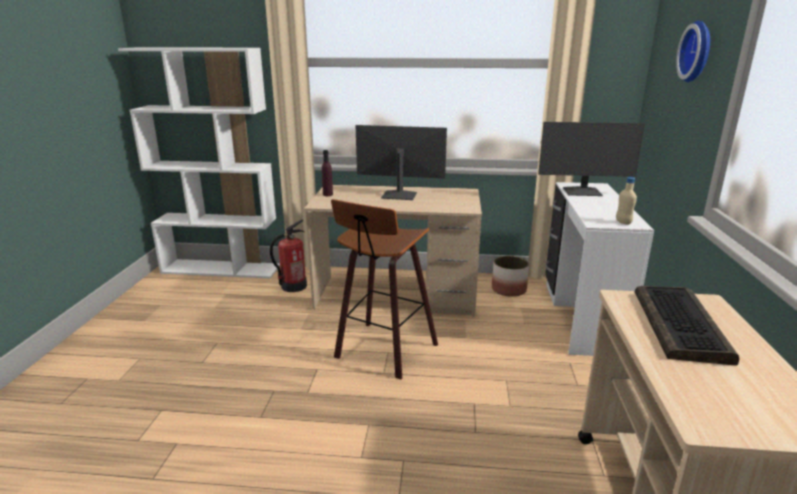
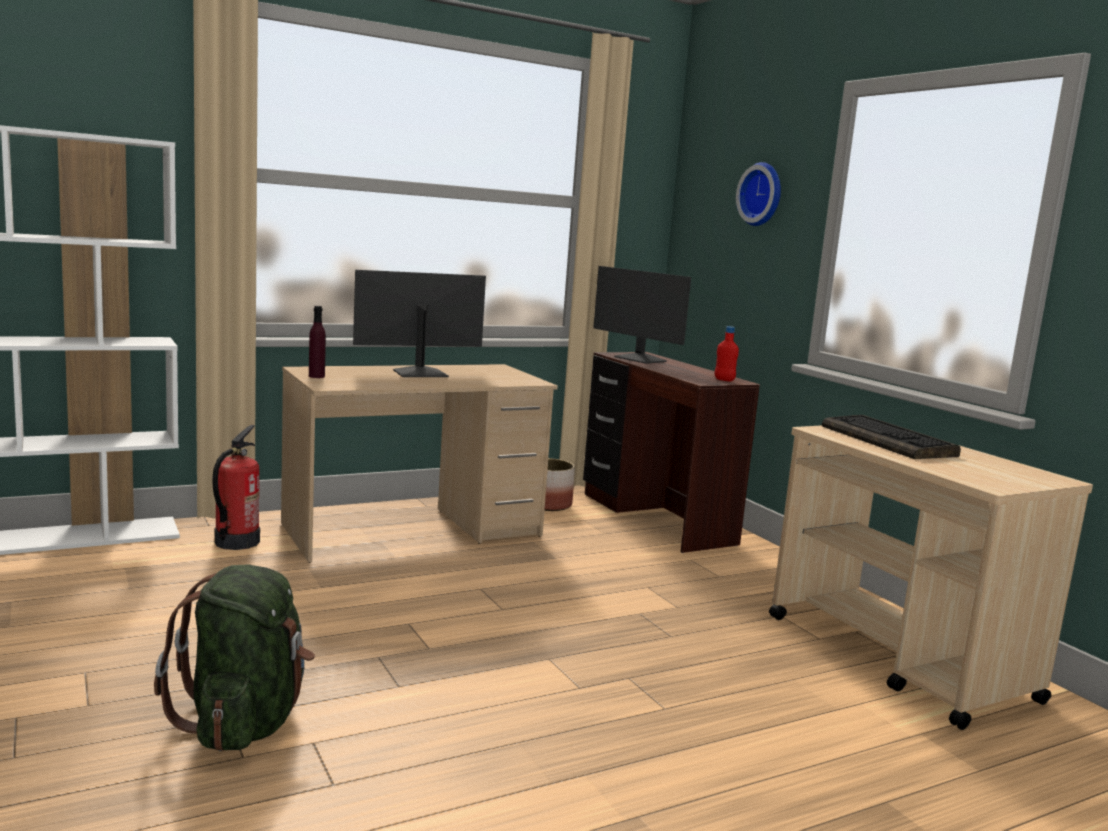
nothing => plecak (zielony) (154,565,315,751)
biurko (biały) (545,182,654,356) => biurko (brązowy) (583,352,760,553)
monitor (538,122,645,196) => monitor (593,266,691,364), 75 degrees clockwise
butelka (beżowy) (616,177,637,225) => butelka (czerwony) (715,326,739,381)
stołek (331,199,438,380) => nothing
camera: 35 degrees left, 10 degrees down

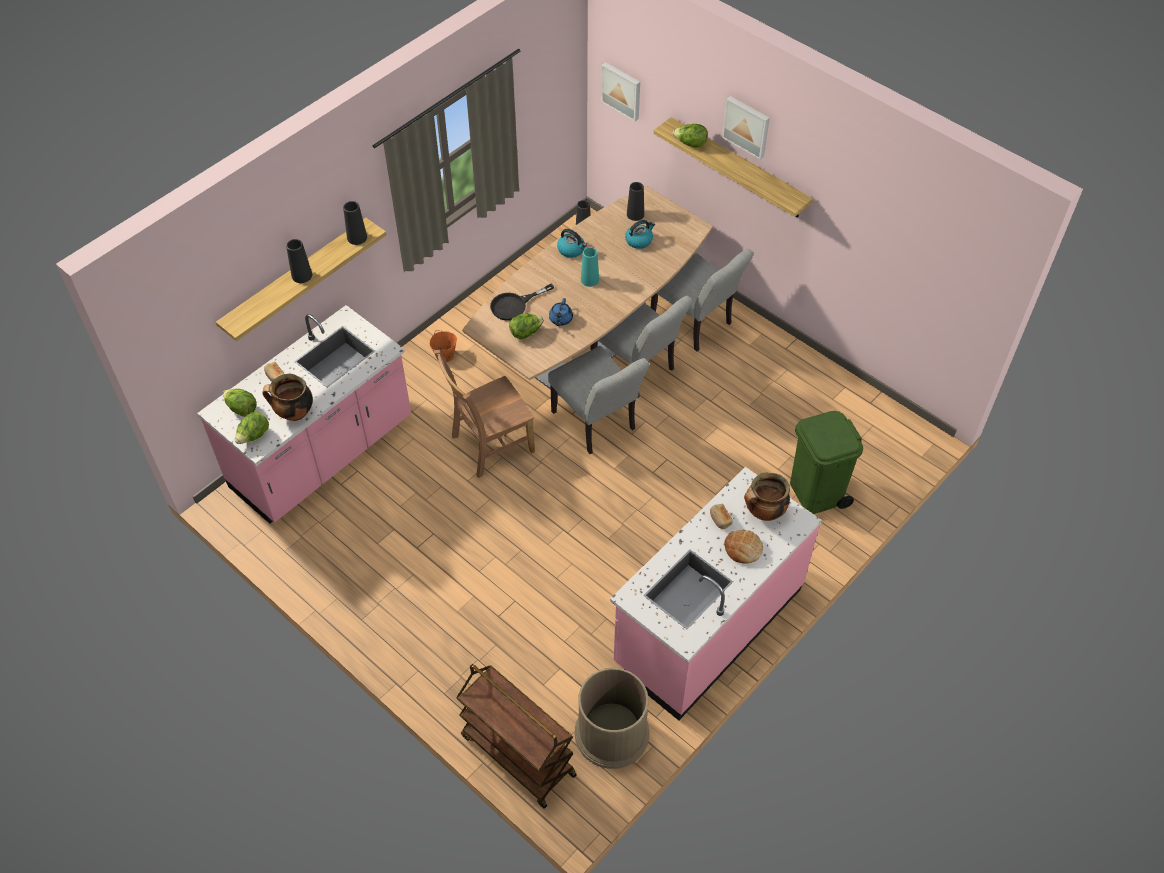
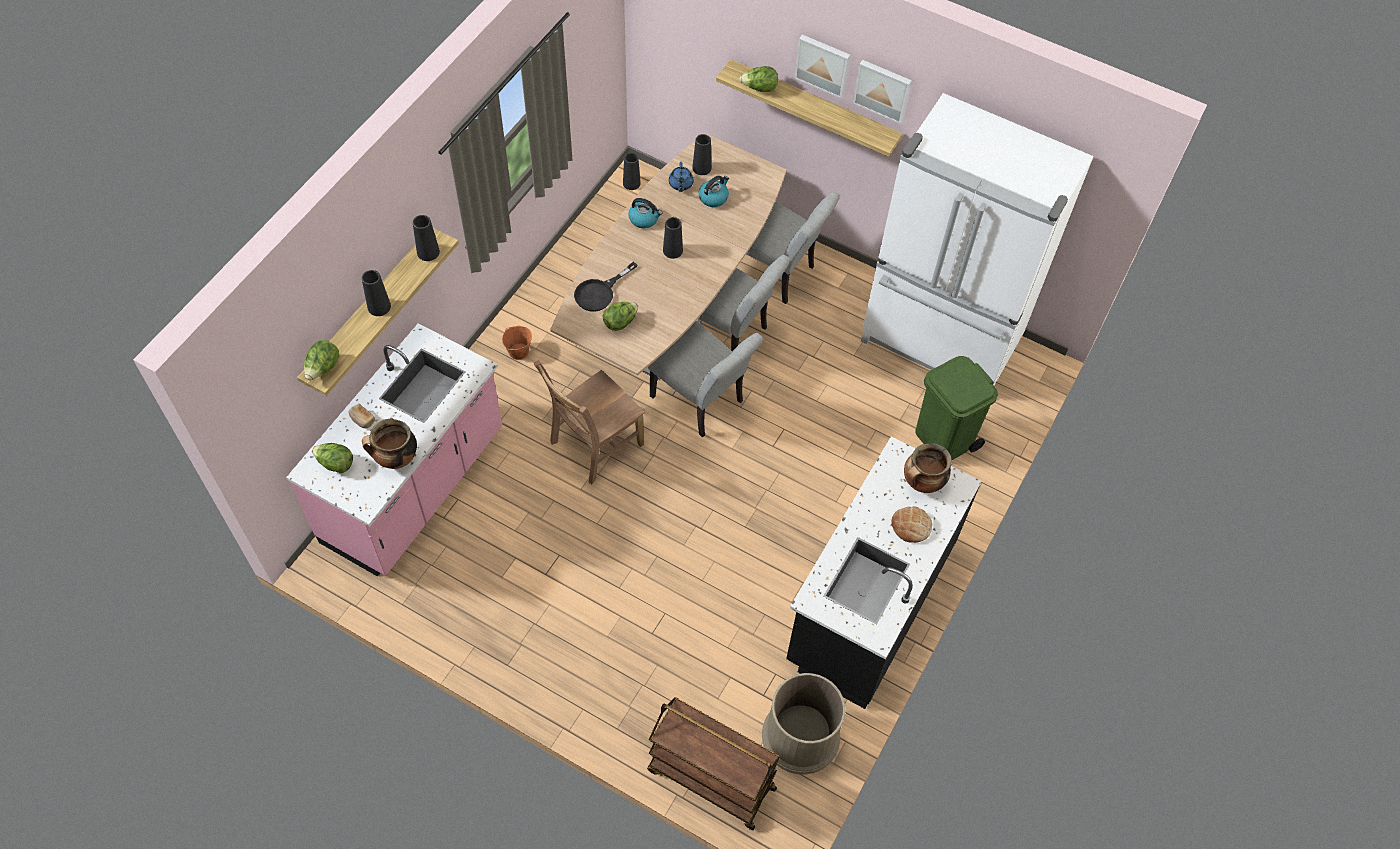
sałata (235,412,269,444) => sałata (304,340,339,380), shifted
wazon (turkusowy) (581,247,599,287) => wazon (czarny) (663,217,683,259)
imbryk (niebieski) (549,298,573,326) => imbryk (niebieski) (669,162,694,192), shifted
zabudowa kuchenna (różowy) (610,467,822,720) => zabudowa kuchenna (czarny) (786,436,982,709)
obraz (601,62,640,122) => obraz (853,60,912,124), shifted
nothing => lodówka (biały) (861,93,1094,385)
chleb (710,504,733,529) => nothing
camera: 15 degrees left, 5 degrees up

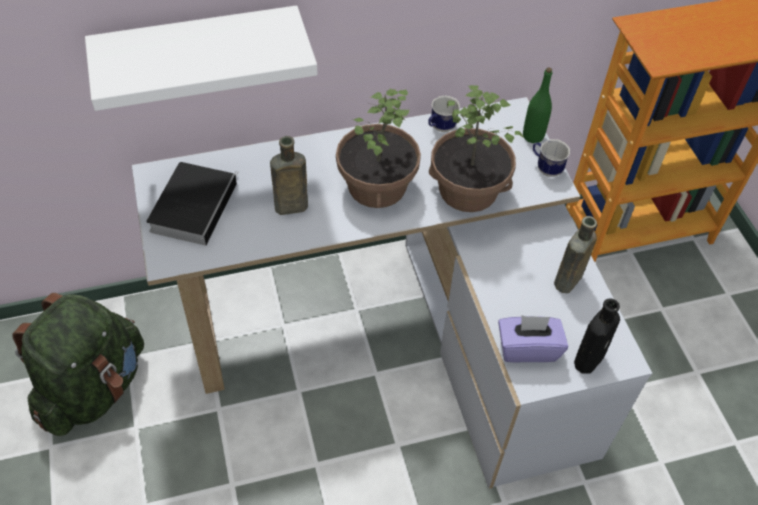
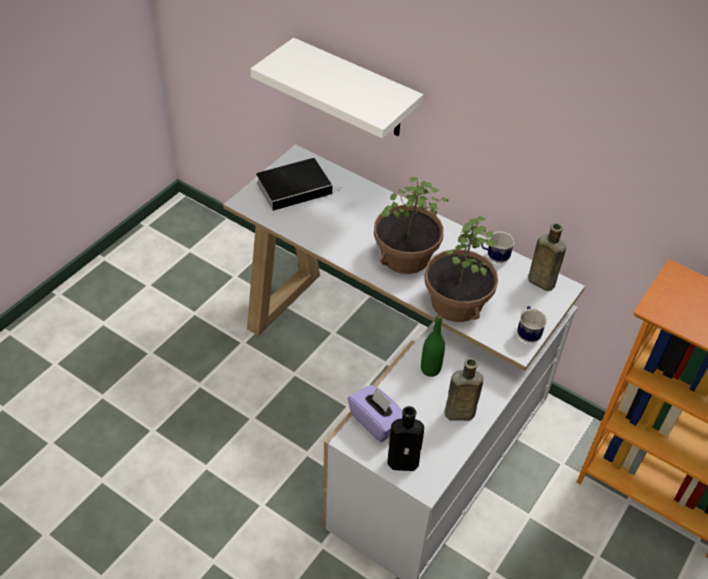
butelka (zielony) (523,68,552,143) => butelka (zielony) (421,315,445,377), shifted
butelka (brązowy) (270,136,308,215) => butelka (brązowy) (528,223,566,291), shifted
plecak (zielony) (12,293,144,436) => nothing
camera: 50 degrees right, 5 degrees down

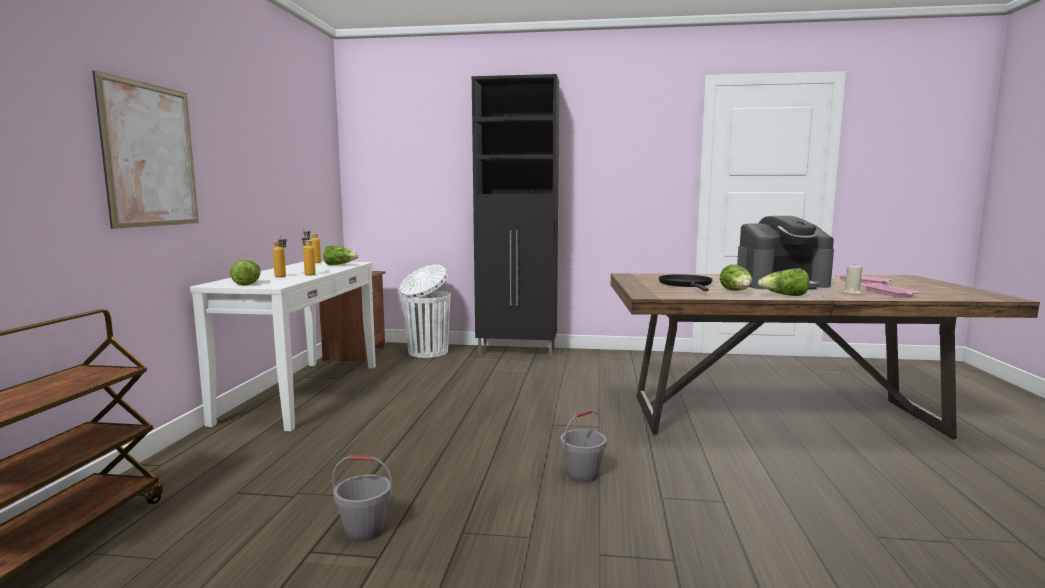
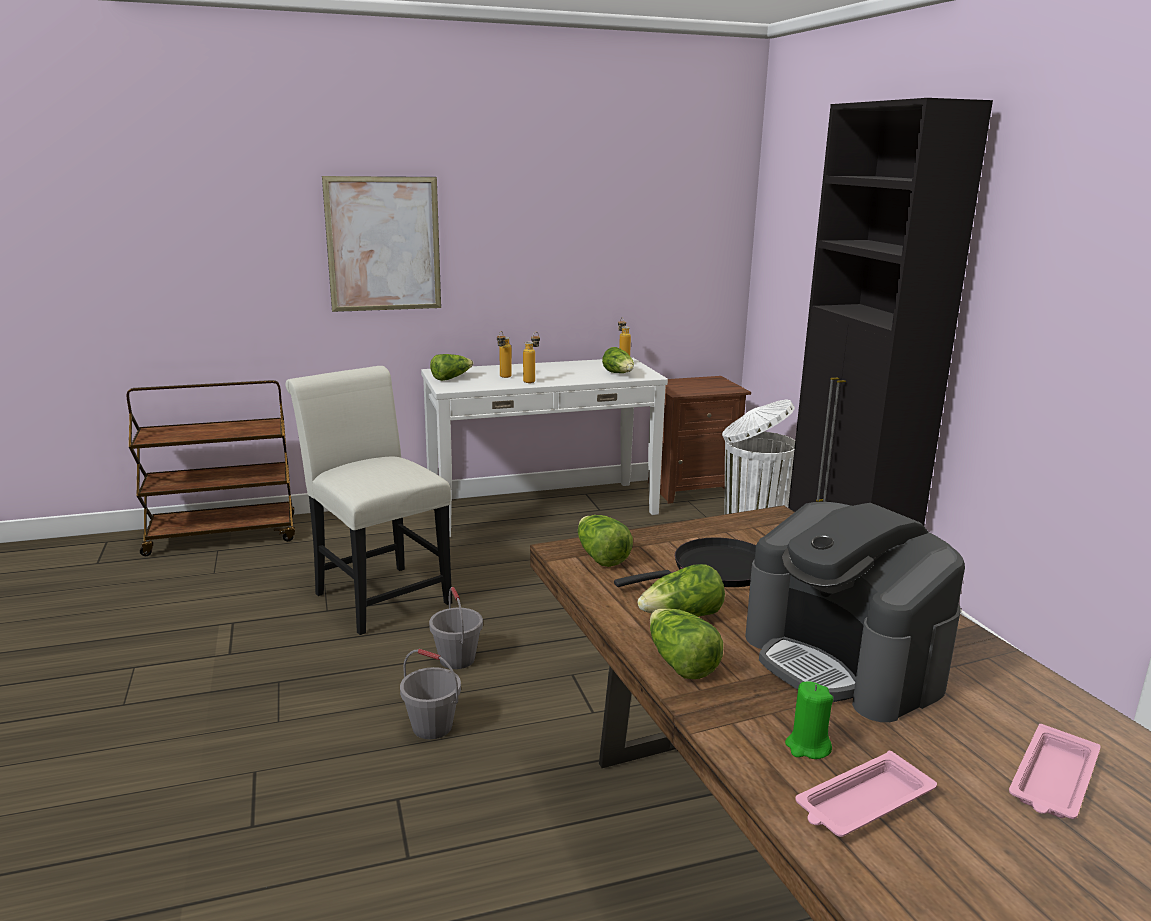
nothing => krzesło (biały) (286,366,452,635)
wiadro (szary) (332,455,393,542) => wiadro (szary) (429,587,483,669), shifted
nothing => sałata (578,515,633,567)
świeca (beżowy) (843,265,862,295) => świeca (zielony) (785,682,833,759)
camera: 65 degrees right, 10 degrees up

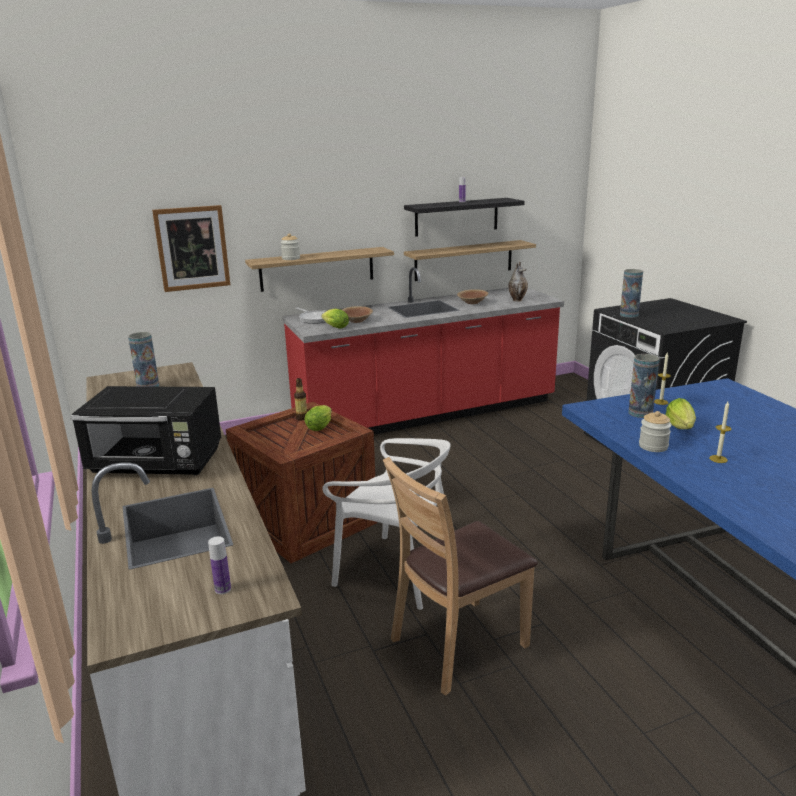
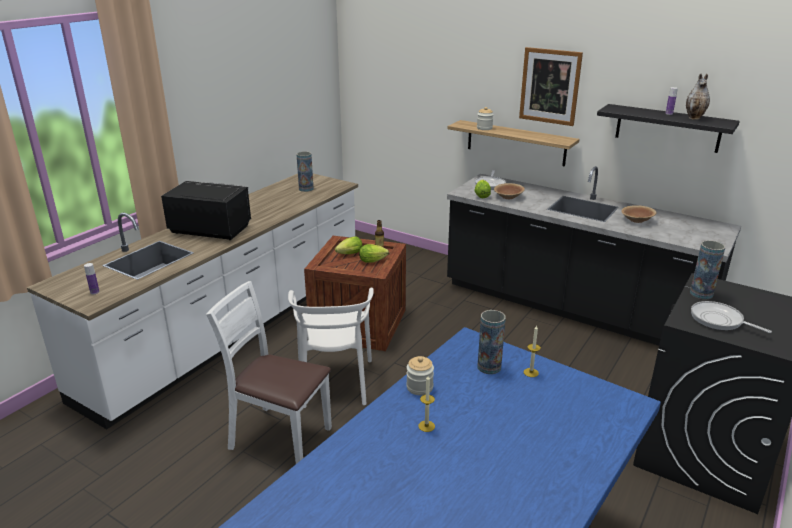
mikrofalówka (czarny) (70,386,221,475) => mikrofalówka (czarny) (161,181,251,240), 135 degrees clockwise
krzesło (brązowy) (383,457,538,696) => krzesło (biały) (206,281,332,464)
sałata (665,398,696,429) => sałata (335,236,362,254), shifted
zabudowa kuchenna (czerwony) (282,267,564,435) => zabudowa kuchenna (czarny) (447,166,741,346)
obraz (152,205,230,292) => obraz (519,47,583,126), shifted
wazon (509,262,528,302) => wazon (686,74,710,120), shifted
nothing => patelnia (691,301,772,333)
półka (404,240,536,281) => nothing
camera: 55 degrees right, 5 degrees up

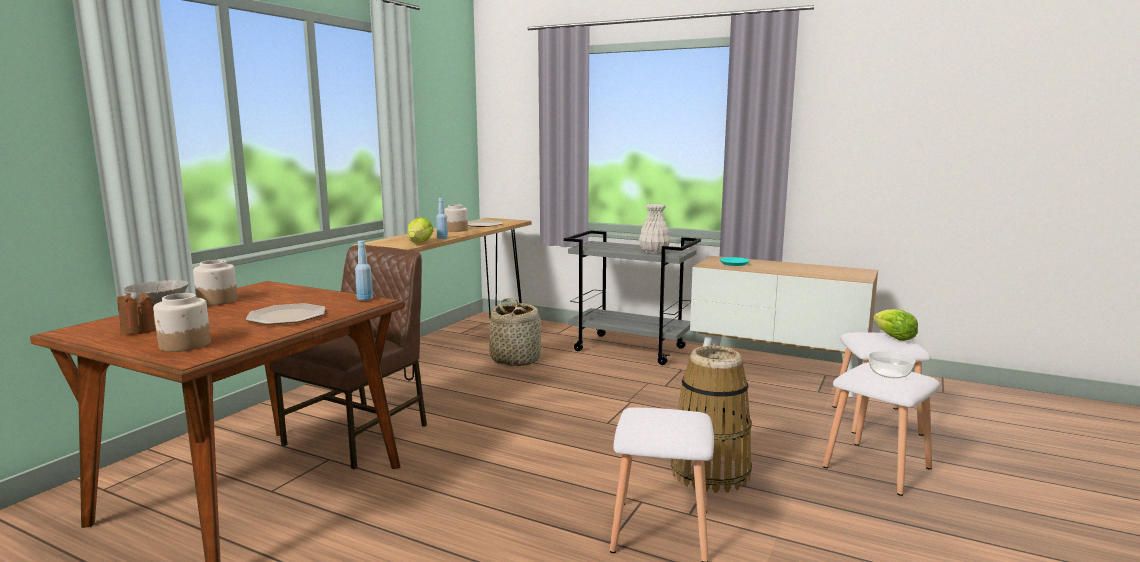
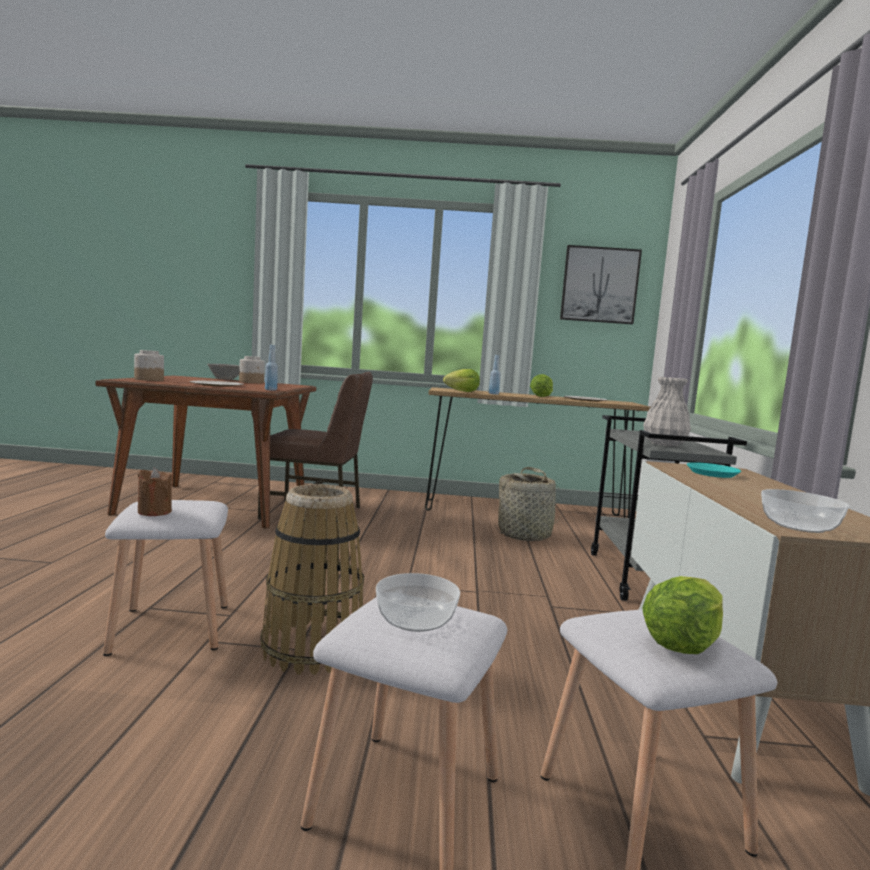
świeca (brązowy) (117,290,155,334) => świeca (brązowy) (137,468,172,516), shifted
słoik (444,204,468,232) => sałata (530,374,553,397)
nothing => obraz (560,245,642,324)
nothing => miska (761,489,849,533)
camera: 65 degrees right, 5 degrees down

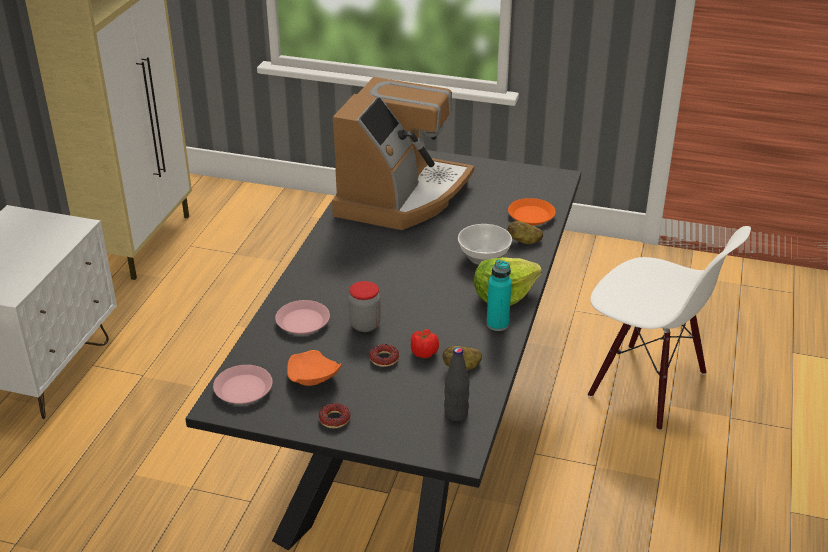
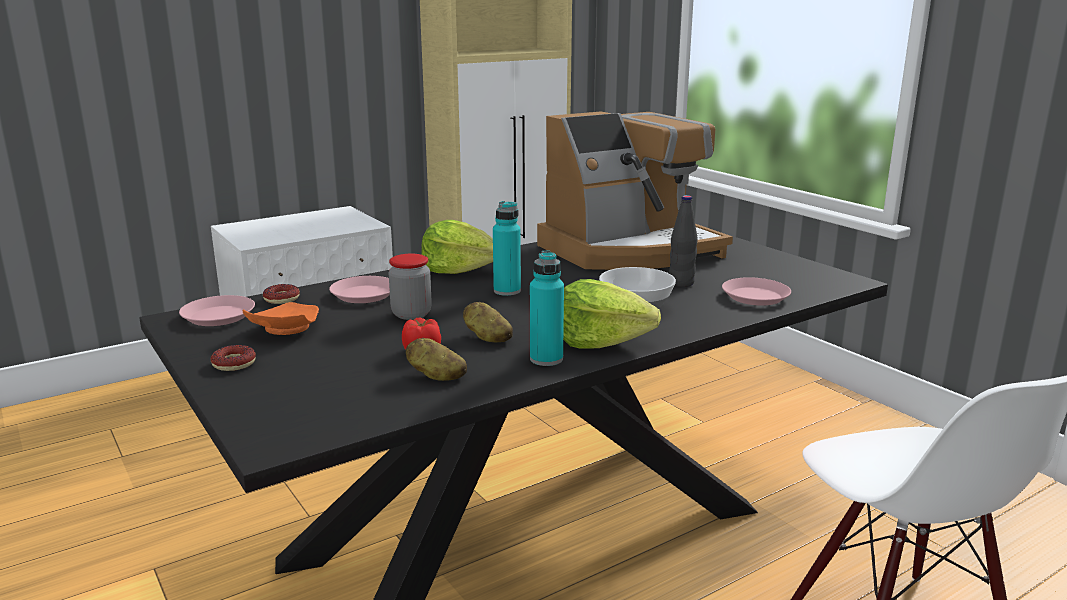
donut (369,344,399,367) => donut (263,284,300,304), shifted
nothing => sałata (422,220,493,274)
ziemniak (507,221,543,244) => ziemniak (463,302,513,342), shifted
nothing => butelka (turkusowy) (493,201,521,296)
butelka (czarny) (444,347,470,421) => butelka (czarny) (669,195,698,287), shifted
talerz (pomarańczowy) (508,198,556,225) => talerz (różowy) (722,277,791,306)
camera: 40 degrees right, 15 degrees down

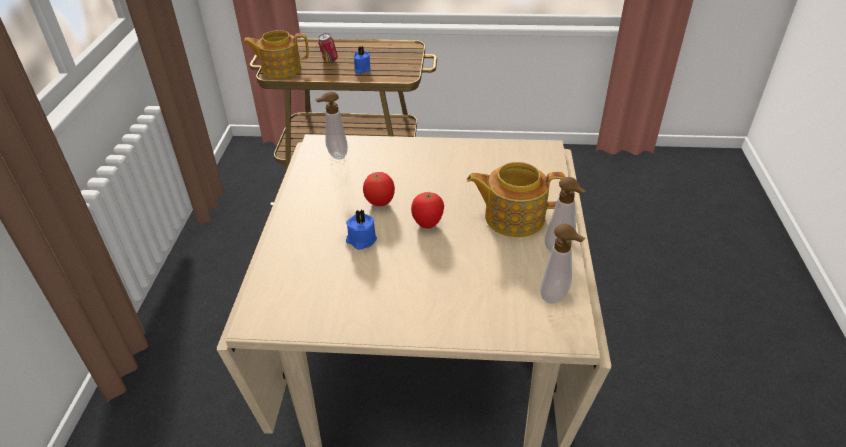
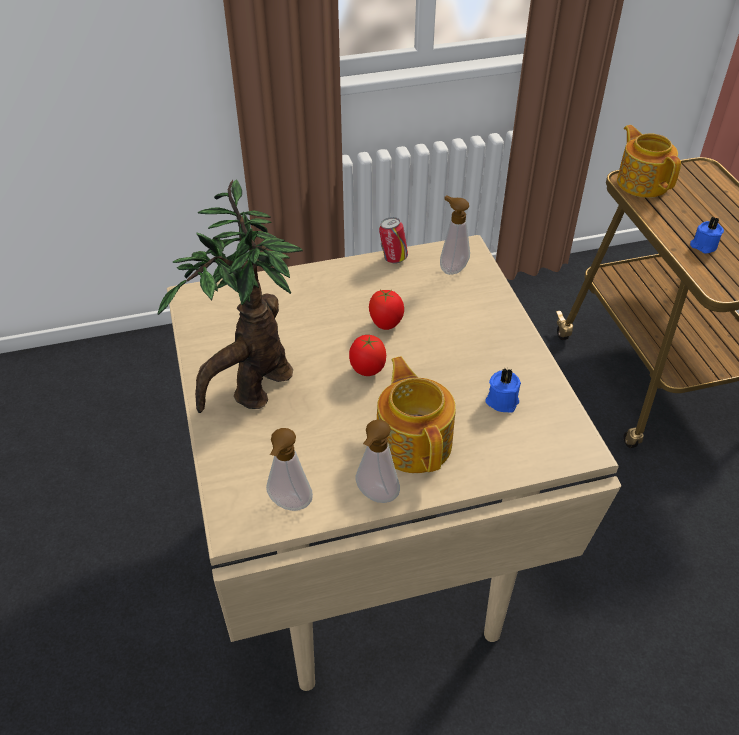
nothing => roślina doniczkowa (157,179,303,413)
puszka (318,33,338,63) => puszka (379,217,408,264), shifted
świeca (niebieski) (346,210,377,250) => świeca (niebieski) (485,368,521,413), shifted
camera: 70 degrees right, 5 degrees up

